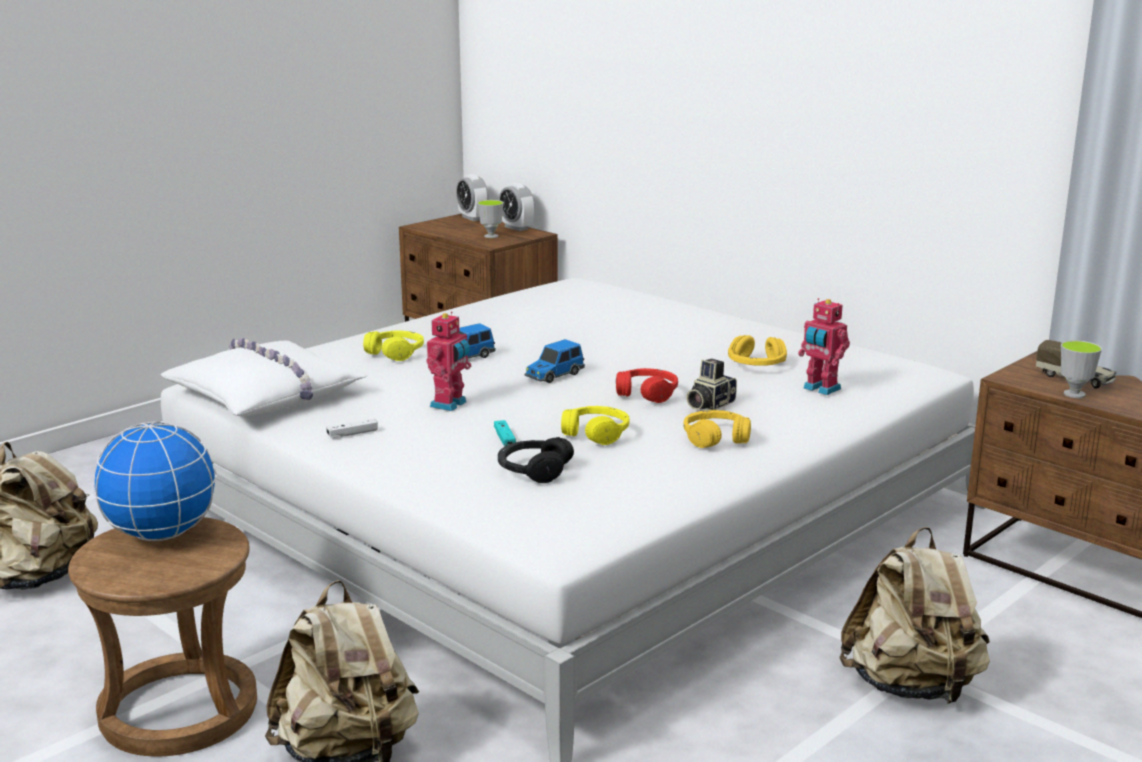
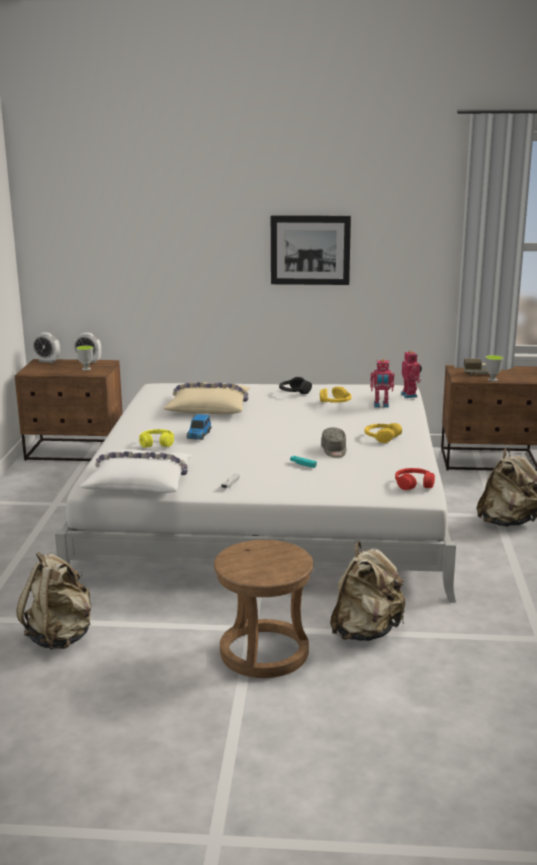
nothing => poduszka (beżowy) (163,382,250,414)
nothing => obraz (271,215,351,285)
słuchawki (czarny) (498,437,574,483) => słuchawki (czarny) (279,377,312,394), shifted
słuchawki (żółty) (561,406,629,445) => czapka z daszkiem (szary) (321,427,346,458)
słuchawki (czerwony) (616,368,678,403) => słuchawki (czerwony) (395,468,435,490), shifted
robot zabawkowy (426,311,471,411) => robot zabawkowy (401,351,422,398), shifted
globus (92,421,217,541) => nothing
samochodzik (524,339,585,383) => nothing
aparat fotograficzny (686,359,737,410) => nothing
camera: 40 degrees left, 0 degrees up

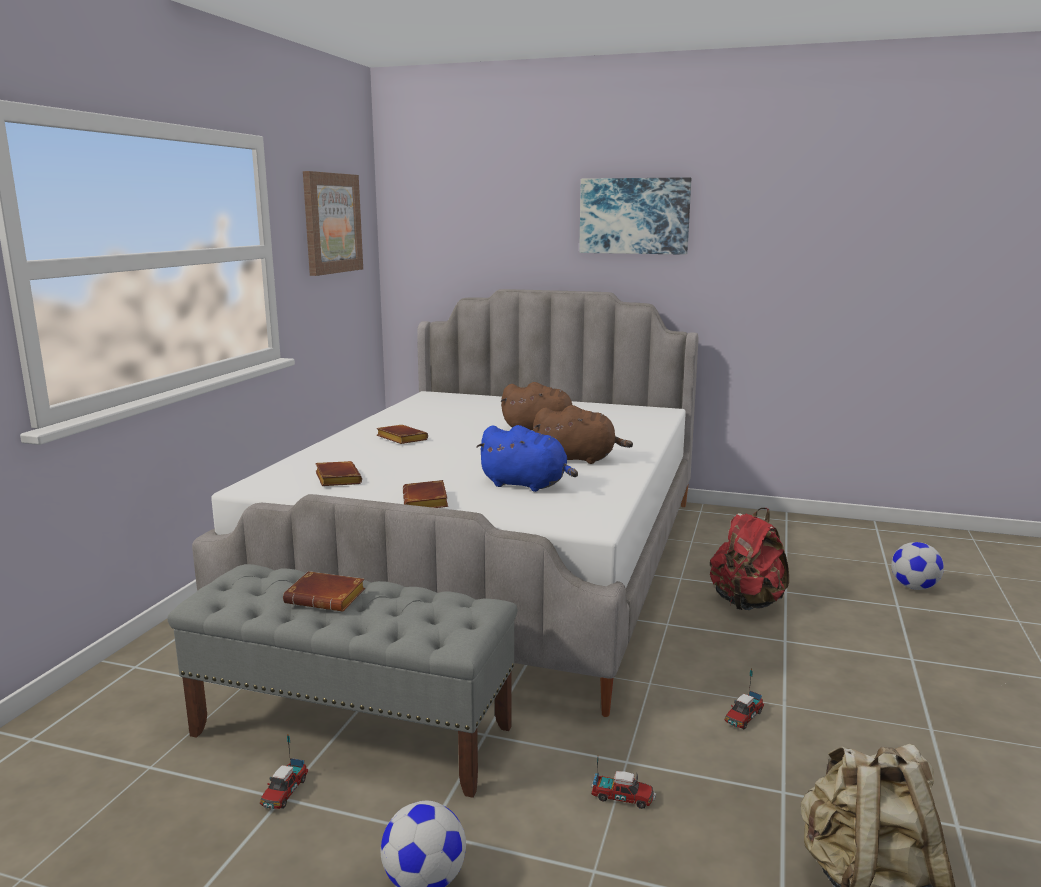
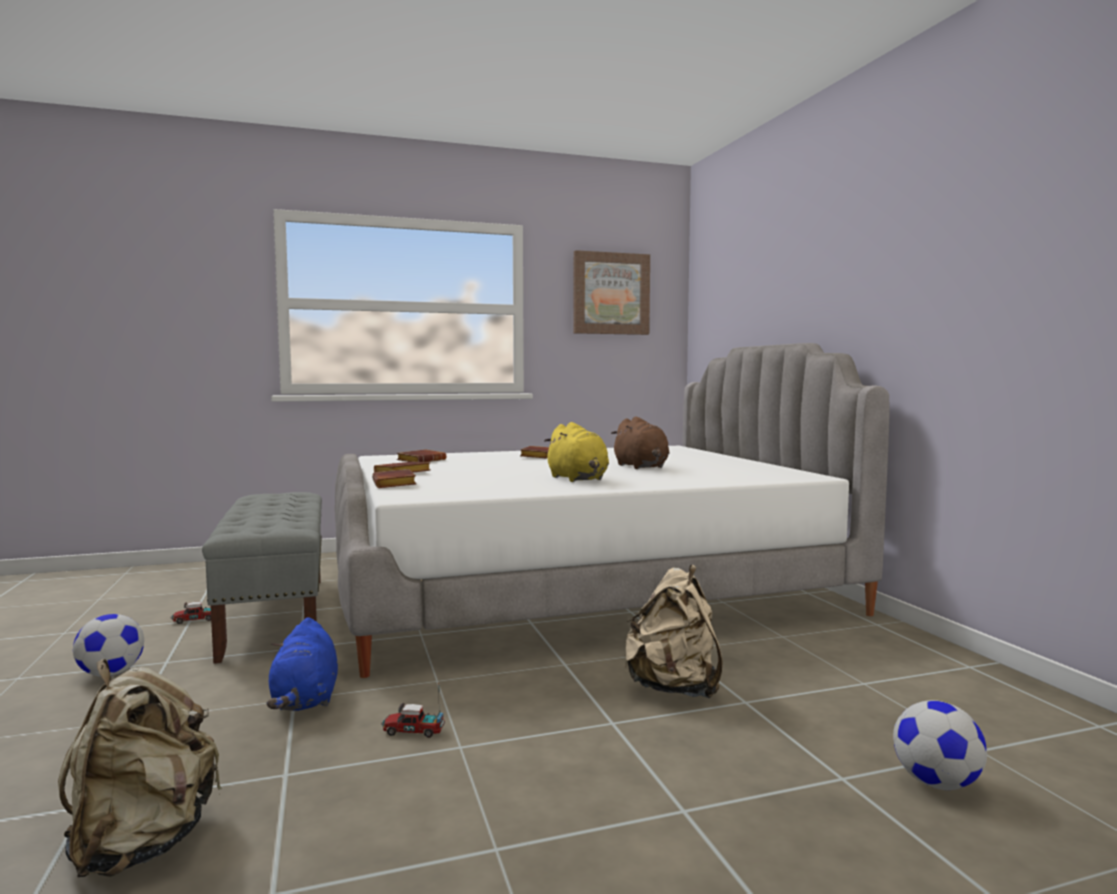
pluszak (niebieski) (476,425,578,492) => pluszak (niebieski) (267,617,338,711), shifted
książka (brązowy) (283,571,365,612) => książka (brązowy) (372,469,416,488), shifted
pluszak (brązowy) (533,405,633,464) => pluszak (żółty) (544,422,609,482)
plecak (czerwony) (710,508,789,610) => plecak (beżowy) (624,565,723,698)
obraz (579,177,691,255) => nothing
ciężarówka zabawkowa (591,757,656,809) => nothing
camera: 55 degrees right, 10 degrees down

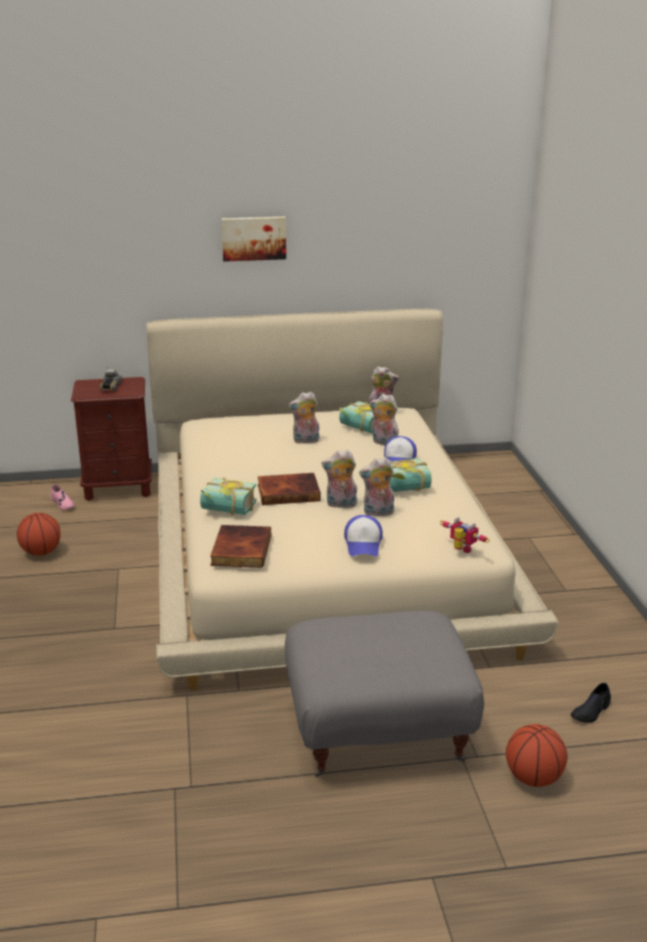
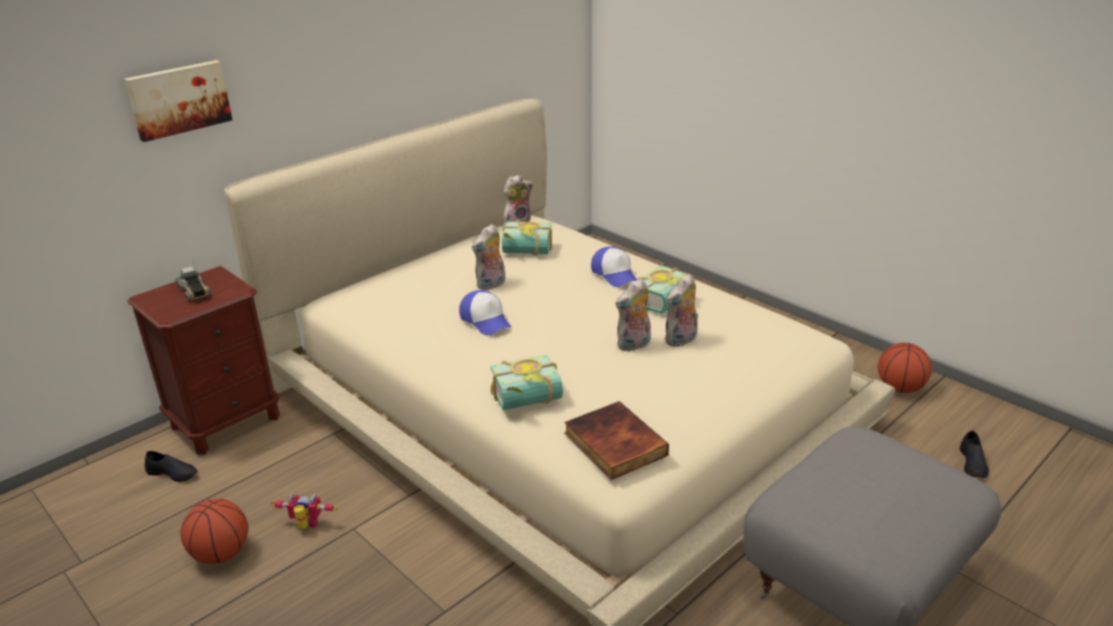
obraz (221,217,286,262) => obraz (124,60,232,142), shifted
but (różowy) (50,484,75,510) => but (czarny) (144,451,197,482)
robot zabawkowy (440,517,490,553) => robot zabawkowy (270,493,338,529), shifted
czapka z daszkiem (344,515,383,556) => czapka z daszkiem (459,290,511,336), shifted
piłka do koszykówki (506,724,567,787) => piłka do koszykówki (878,343,932,393), shifted
książka (258,473,321,505) => nothing
pluszak (370,394,399,446) => nothing
camera: 35 degrees left, 5 degrees up

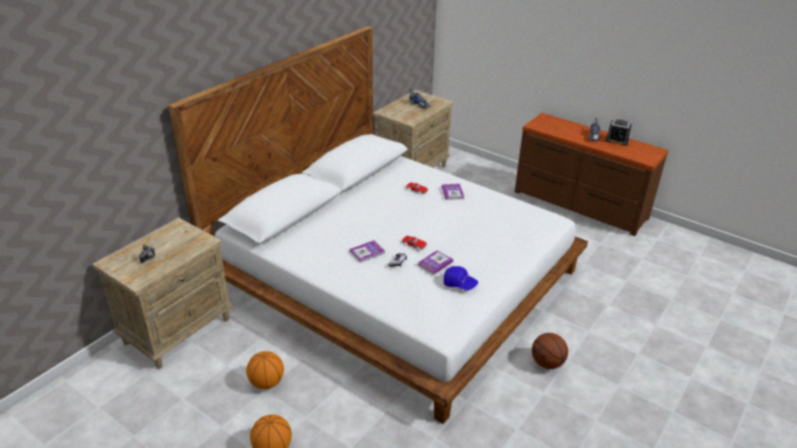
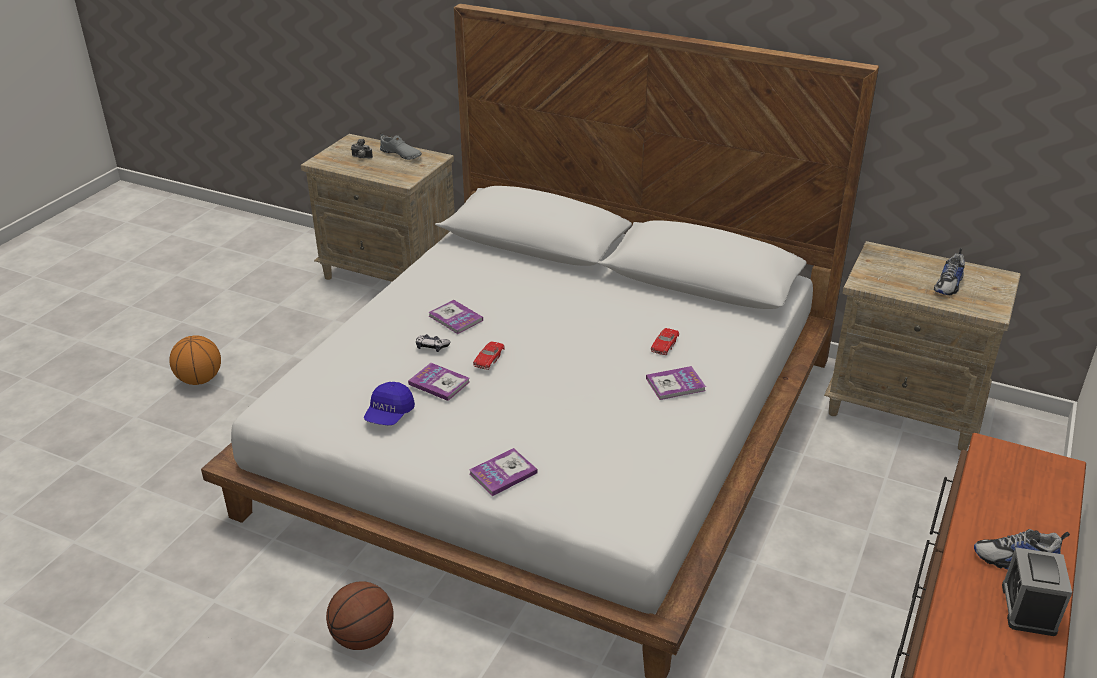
nothing => but (szary) (380,133,422,160)
nothing => książka (469,448,538,496)
piłka do koszykówki (246,351,284,389) => nothing
camera: 80 degrees right, 0 degrees up

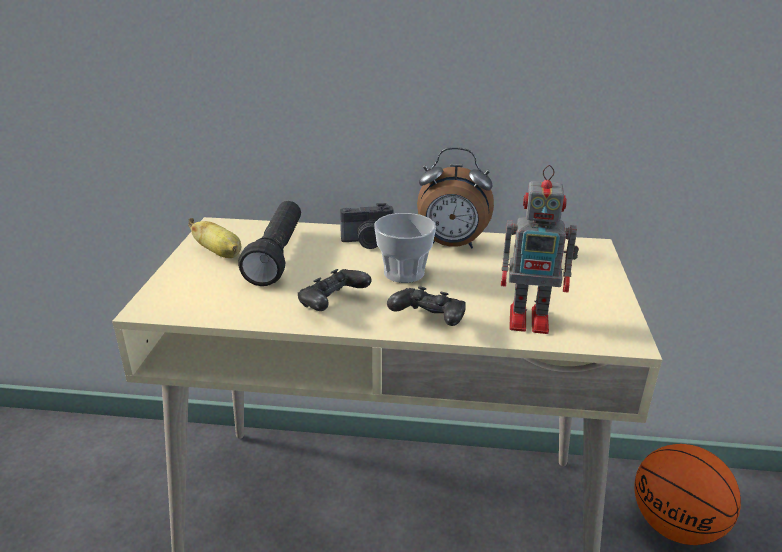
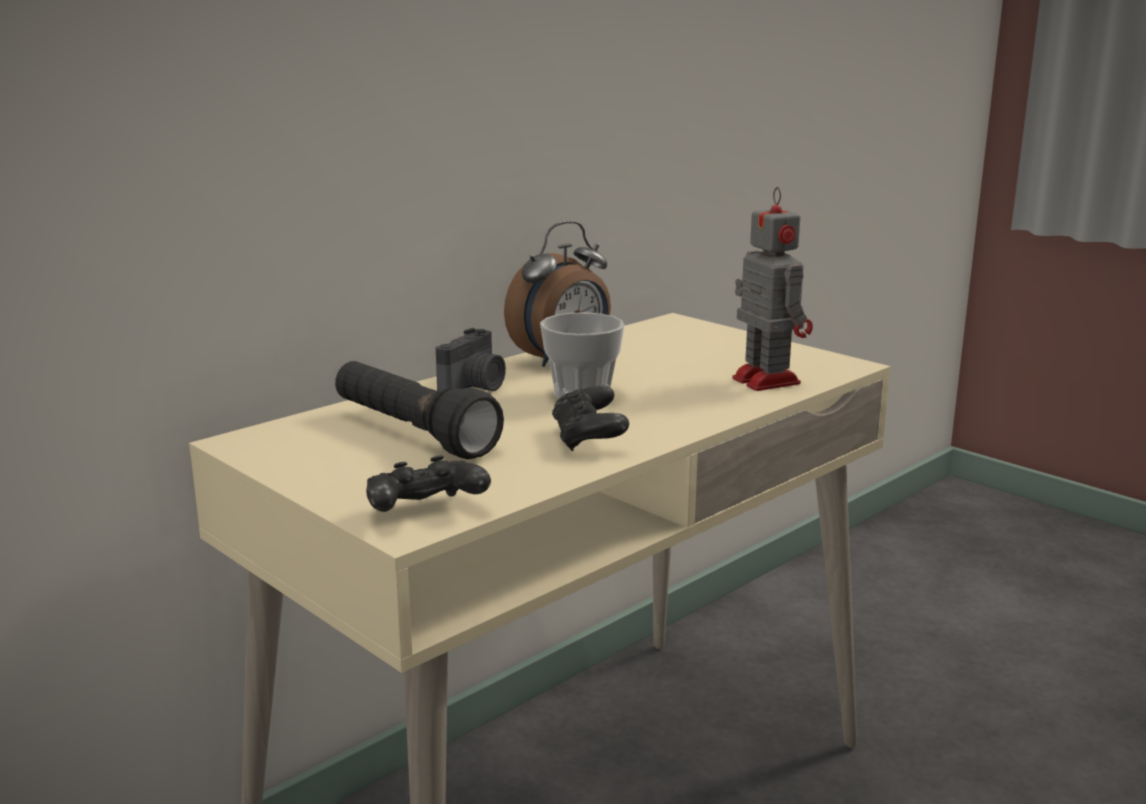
pad do gier (czarny) (387,286,466,326) => pad do gier (czarny) (366,455,491,512), shifted
robot zabawkowy (501,165,579,334) => robot zabawkowy (732,187,813,391), 75 degrees counterclockwise
banan (188,218,241,258) => nothing
piłka do koszykówki (634,444,741,545) => nothing
camera: 50 degrees left, 10 degrees down

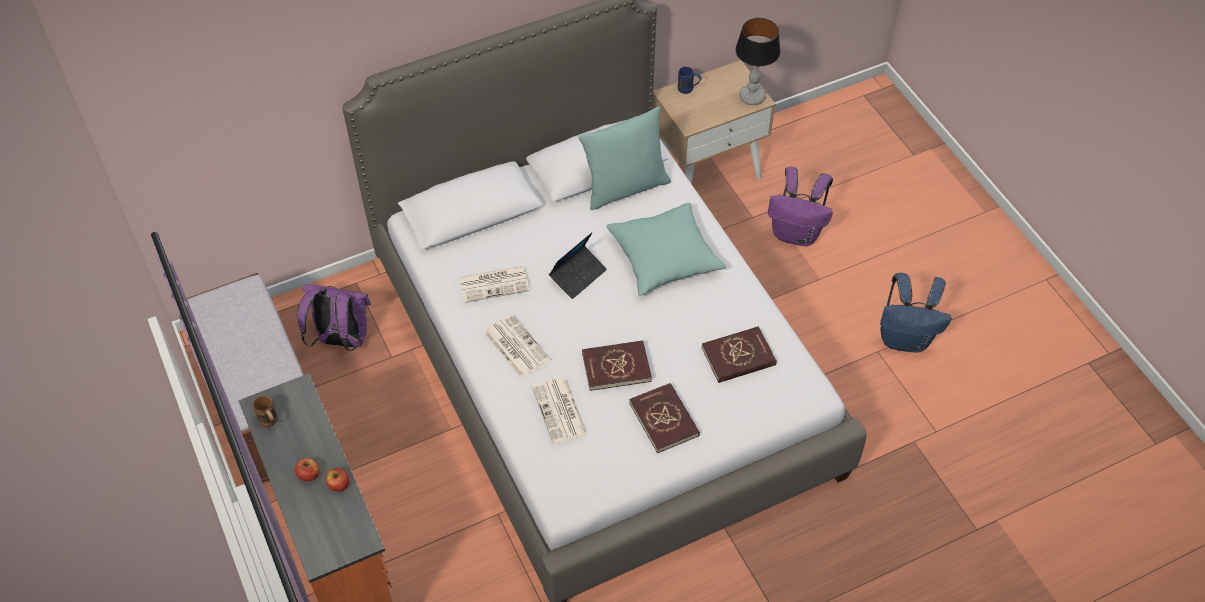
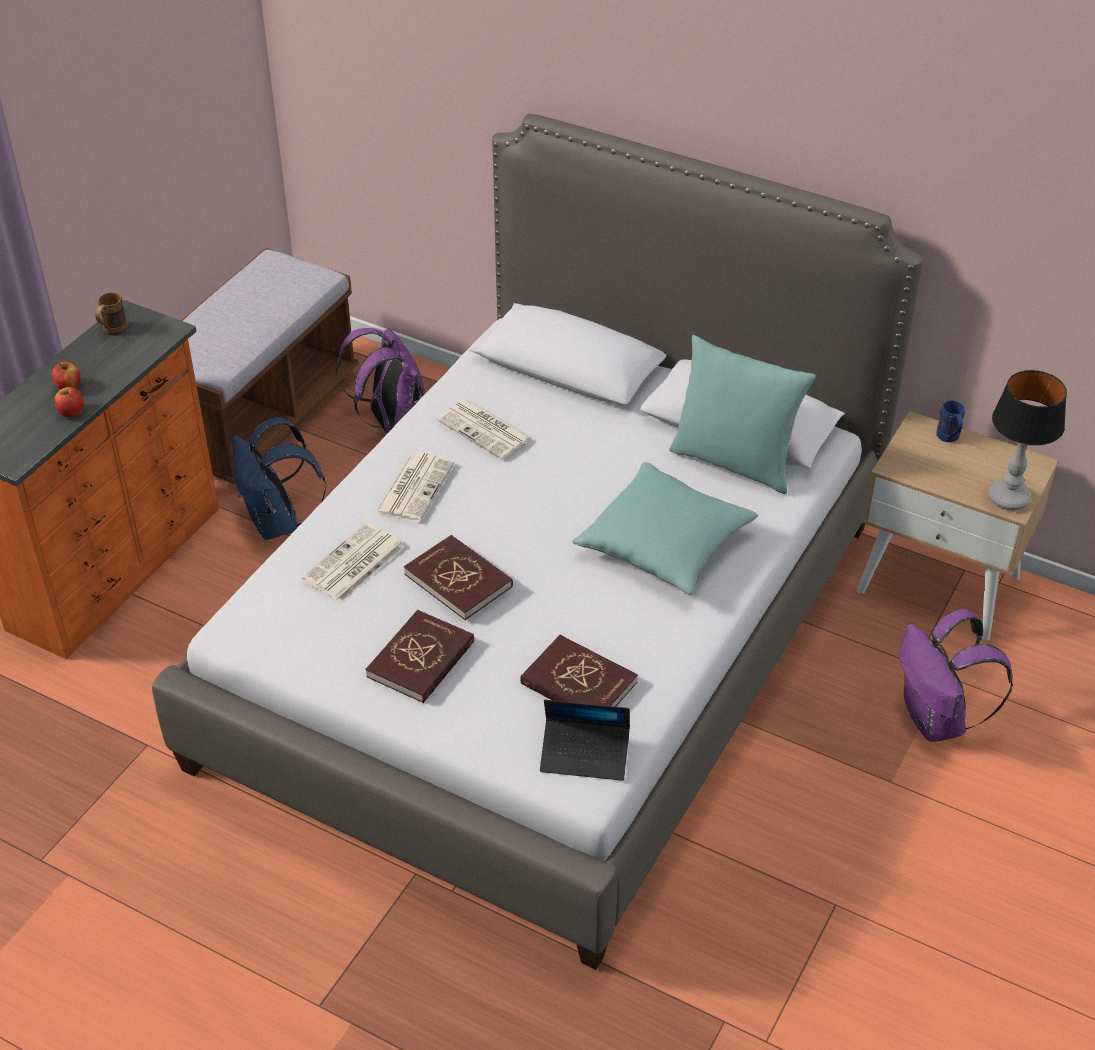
plecak (niebieski) (880,273,952,352) => plecak (niebieski) (232,417,326,540), shifted
laptop (549,232,607,299) => laptop (540,700,630,781), shifted
camera: 55 degrees right, 10 degrees down

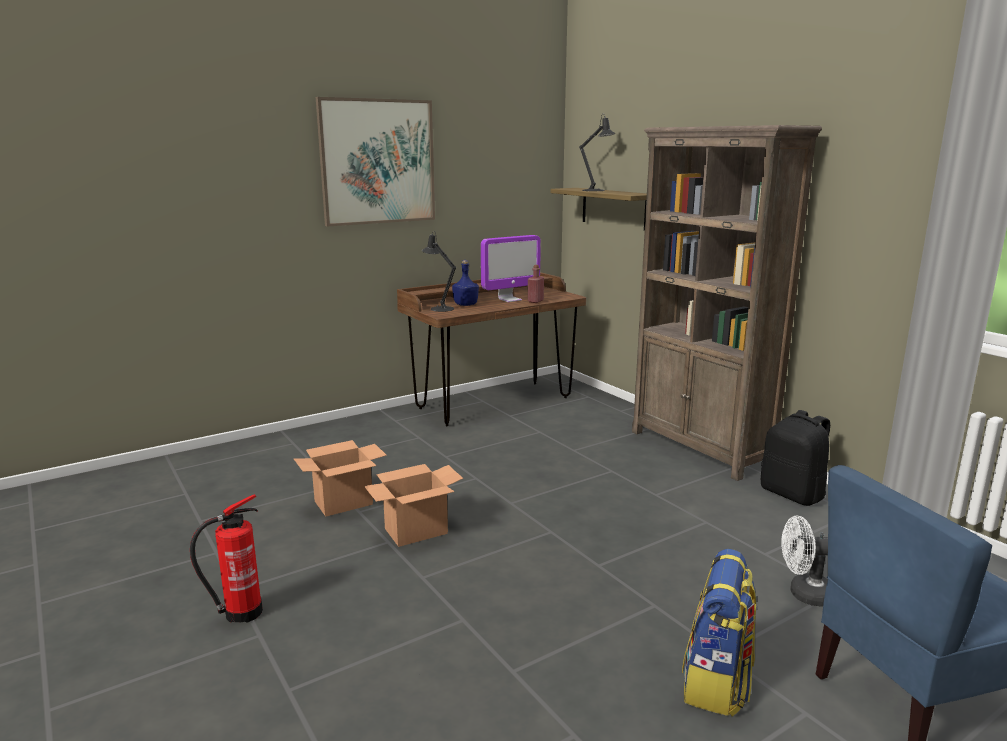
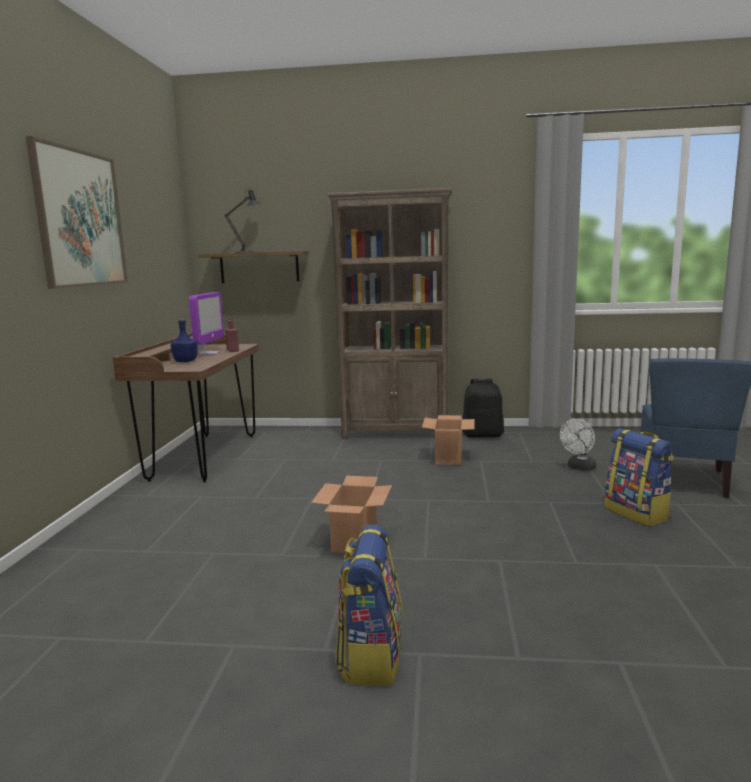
gaśnica (190,494,263,622) => plecak (335,525,403,686)
karton (294,440,387,516) => karton (422,415,474,465), shifted
lampa stołowa (czarny) (422,231,456,312) => nothing
camera: 50 degrees left, 5 degrees down

